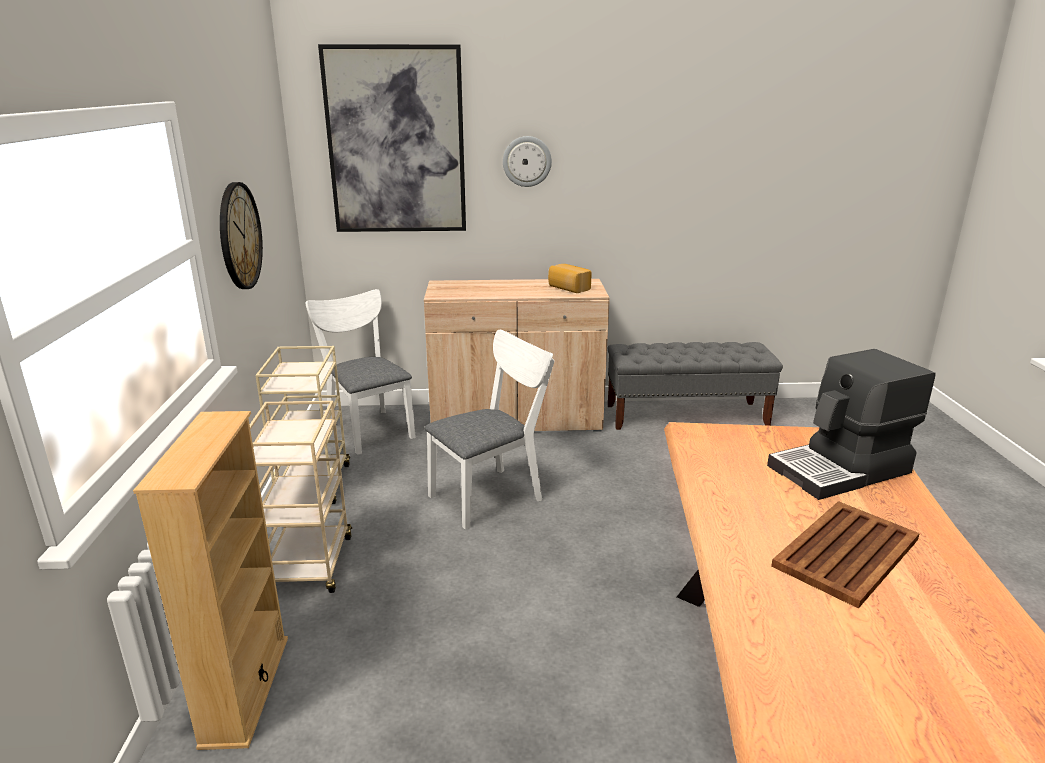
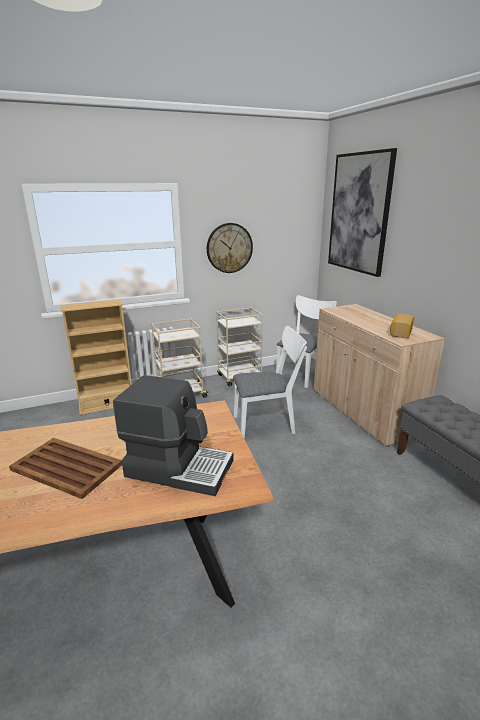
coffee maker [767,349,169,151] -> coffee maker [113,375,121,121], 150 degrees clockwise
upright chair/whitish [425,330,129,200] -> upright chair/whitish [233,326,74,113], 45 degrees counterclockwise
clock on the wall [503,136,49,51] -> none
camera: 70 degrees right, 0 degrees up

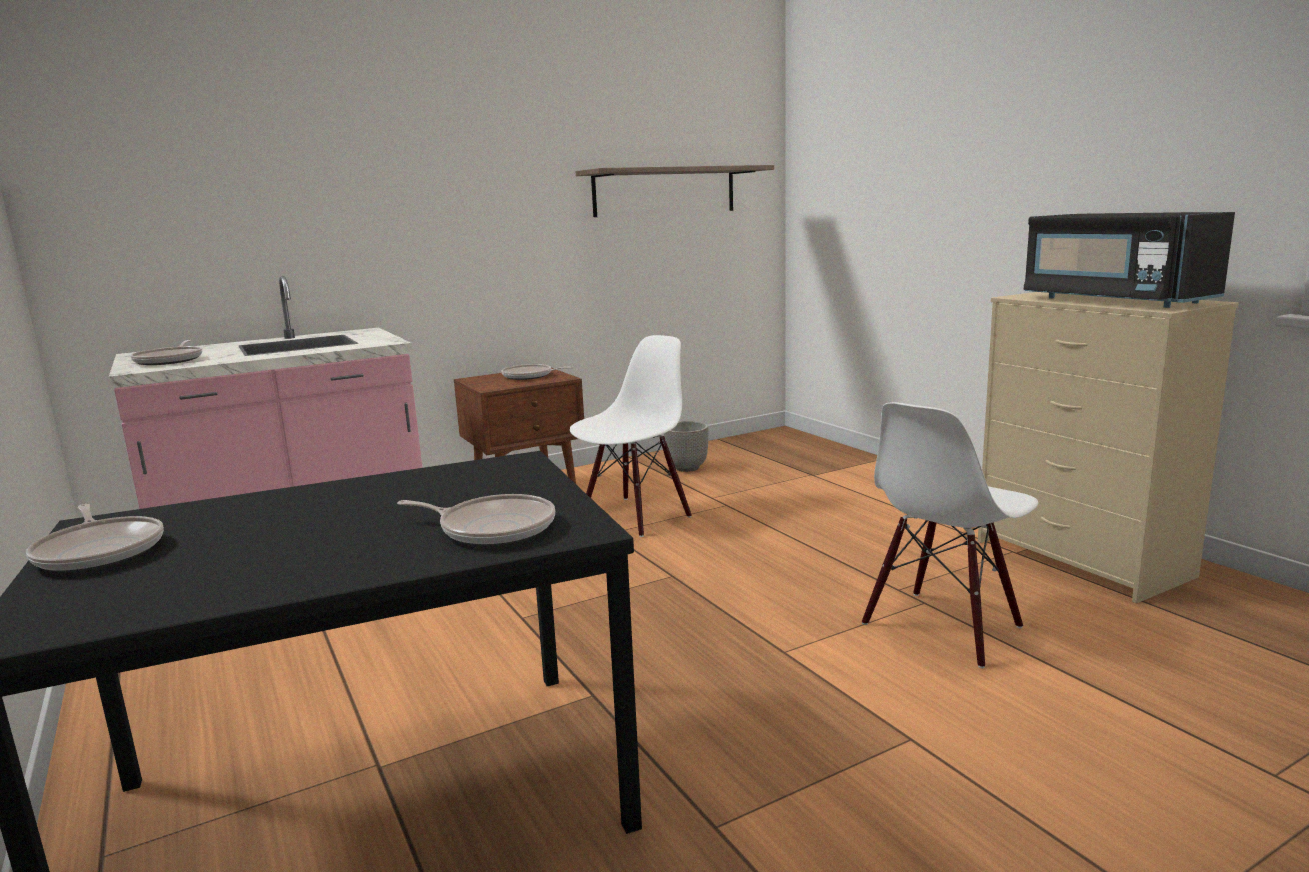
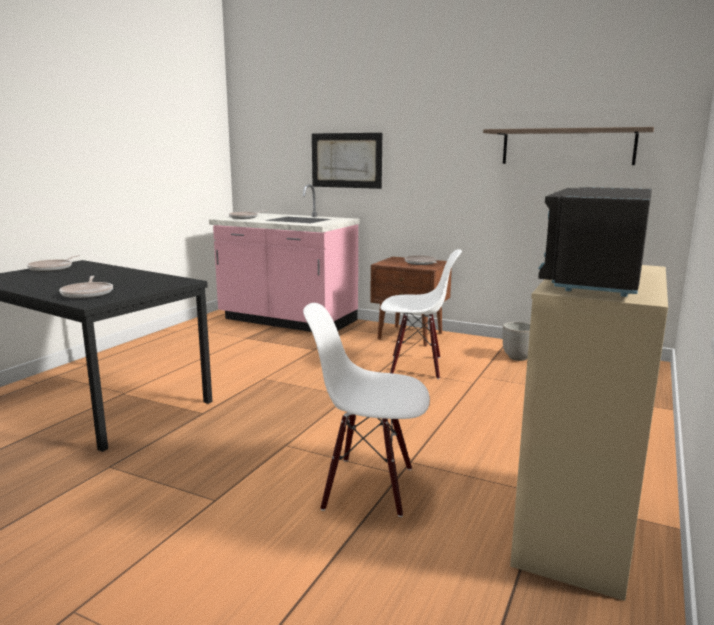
none -> wall art [312,133,70,56]
camera: 55 degrees right, 0 degrees up

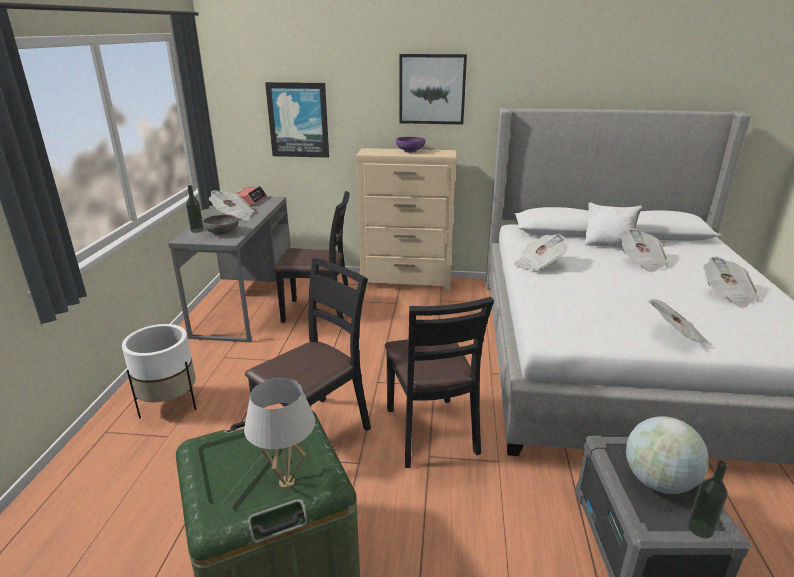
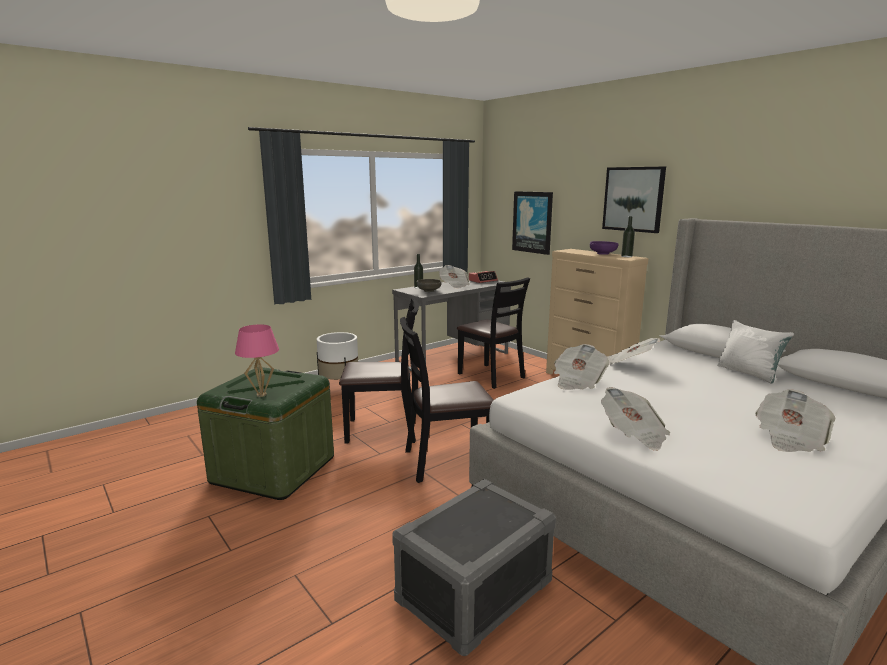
lamp for a table/whitish [244,378,71,111] -> lamp for a table/pink-coloured [235,324,44,73]
upright chair/black [385,297,109,171] -> upright chair/black [400,317,93,166], 45 degrees clockwise
printed paper [621,229,48,43] -> printed paper [554,344,55,46], relocated
drink bottle [688,460,40,78] -> drink bottle [621,216,14,41], relocated
globe [626,416,83,78] -> none
camera: 45 degrees right, 10 degrees down

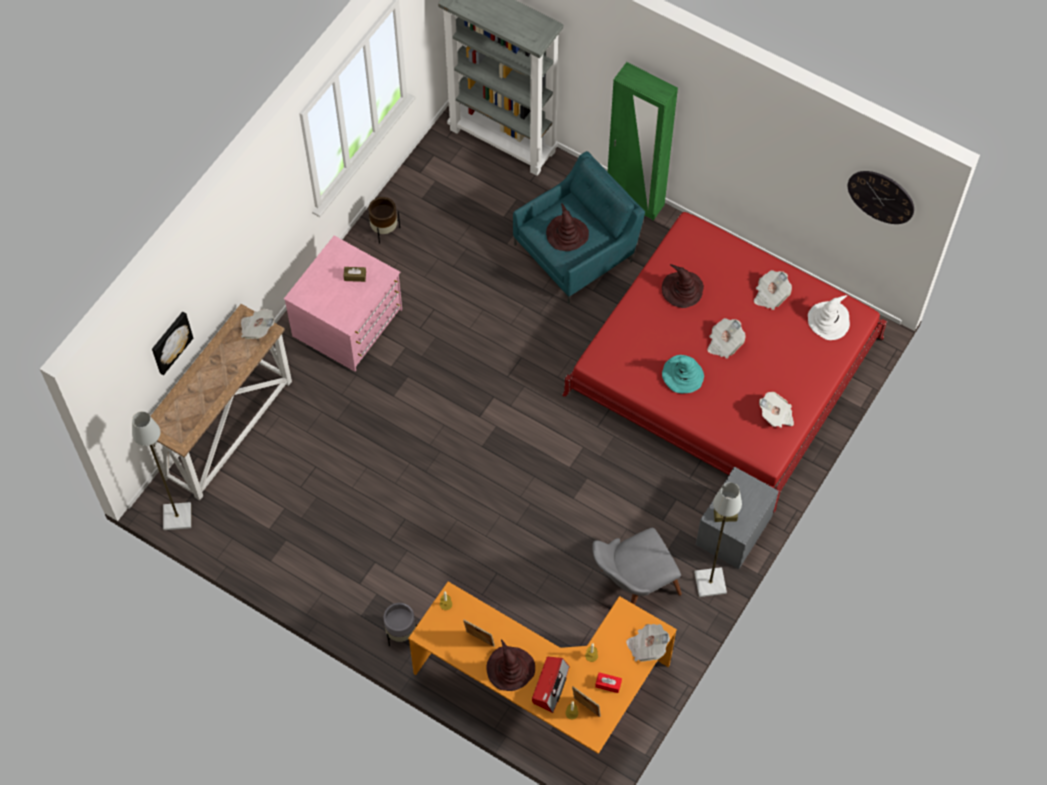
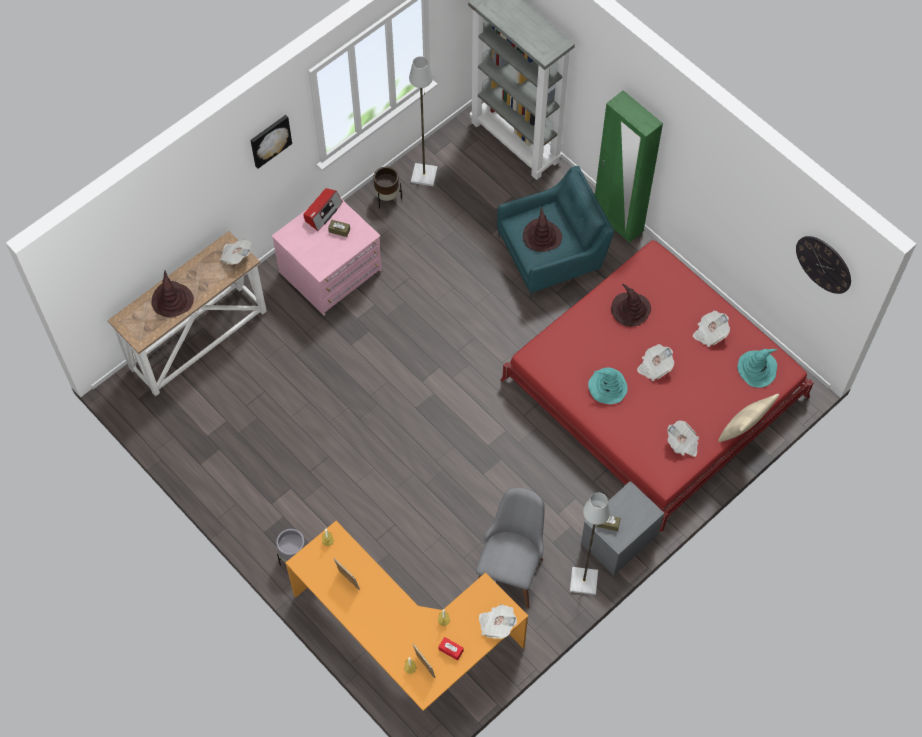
wearable hat/brown [486,640,49,51] -> wearable hat/brown [151,270,43,47], relocated
wall art [152,311,41,64] -> wall art [250,115,42,54], relocated
radio [532,657,38,56] -> radio [303,188,40,43], relocated
standard lamp/grey [132,411,59,119] -> standard lamp/grey [409,56,29,130], relocated
upright chair/grey [592,528,90,77] -> upright chair/grey [476,488,69,121], 120 degrees clockwise
none -> pillow/beige [718,394,61,48]
wearable hat/whitish [808,295,42,45] -> wearable hat/turquoise-coloured [737,349,40,39]
camera: 15 degrees right, 0 degrees up

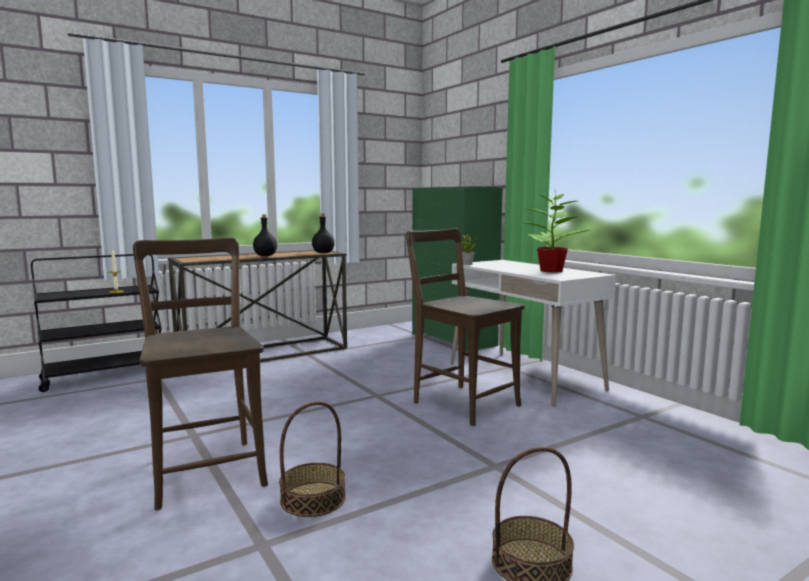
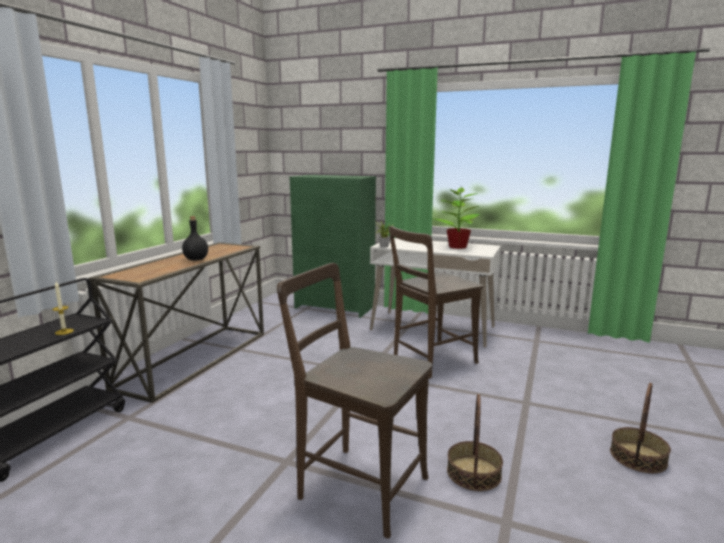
upright chair/brown [406,228,119,198] -> upright chair/brown [389,226,94,152], 45 degrees counterclockwise
drink bottle/black [312,214,23,39] -> none
camera: 35 degrees left, 5 degrees up

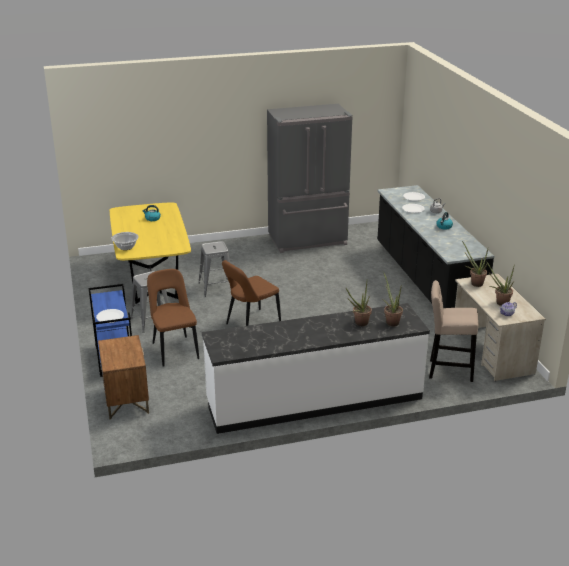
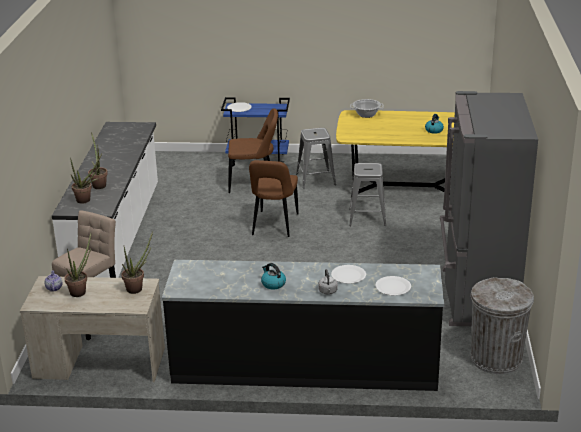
upright chair/brown [222,260,59,66] -> upright chair/brown [249,160,49,77], 150 degrees counterclockwise
none -> waste bin/grey [471,277,63,97]
nightstand/brown [98,335,51,85] -> none
camera: 110 degrees right, 0 degrees up

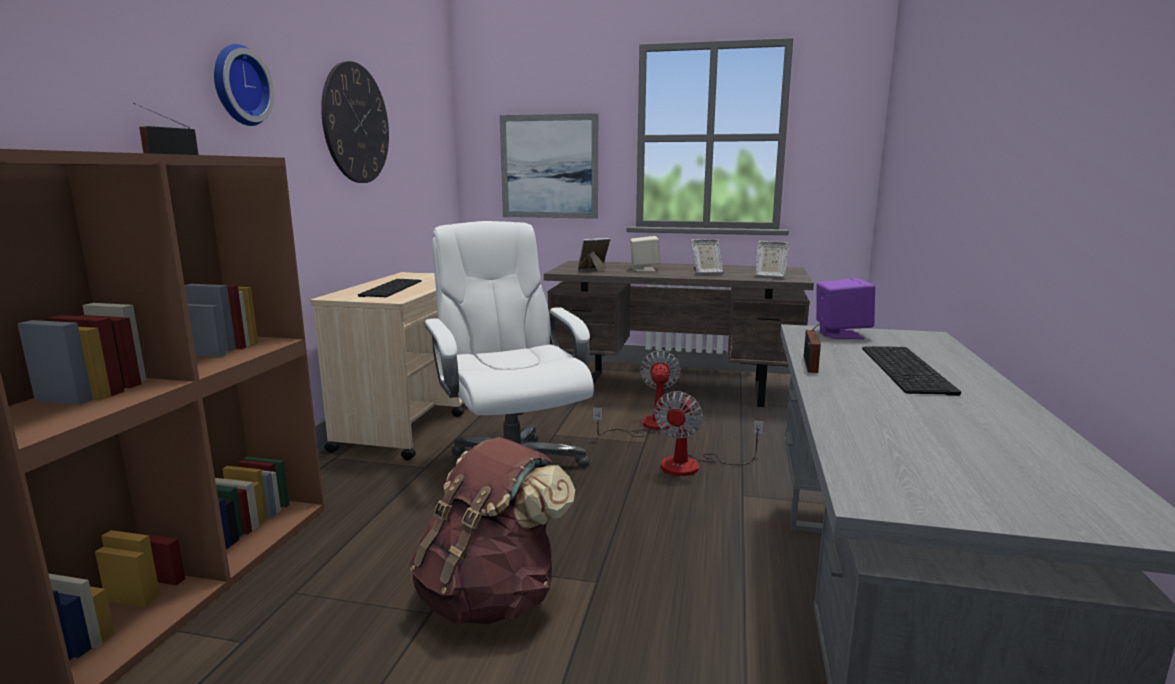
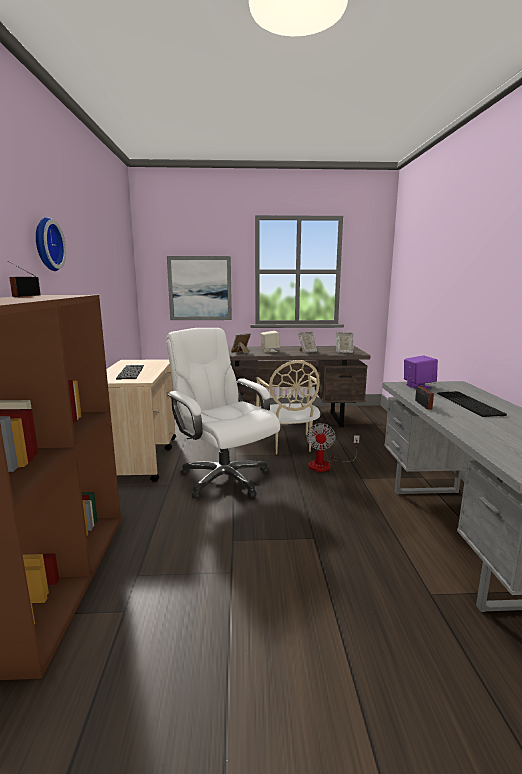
cooling fan [593,350,88,87] -> upright chair/beige [256,360,64,94]
clock on the wall [321,61,68,122] -> none
rucksack/brown [408,437,167,187] -> none
camera: 15 degrees left, 0 degrees up

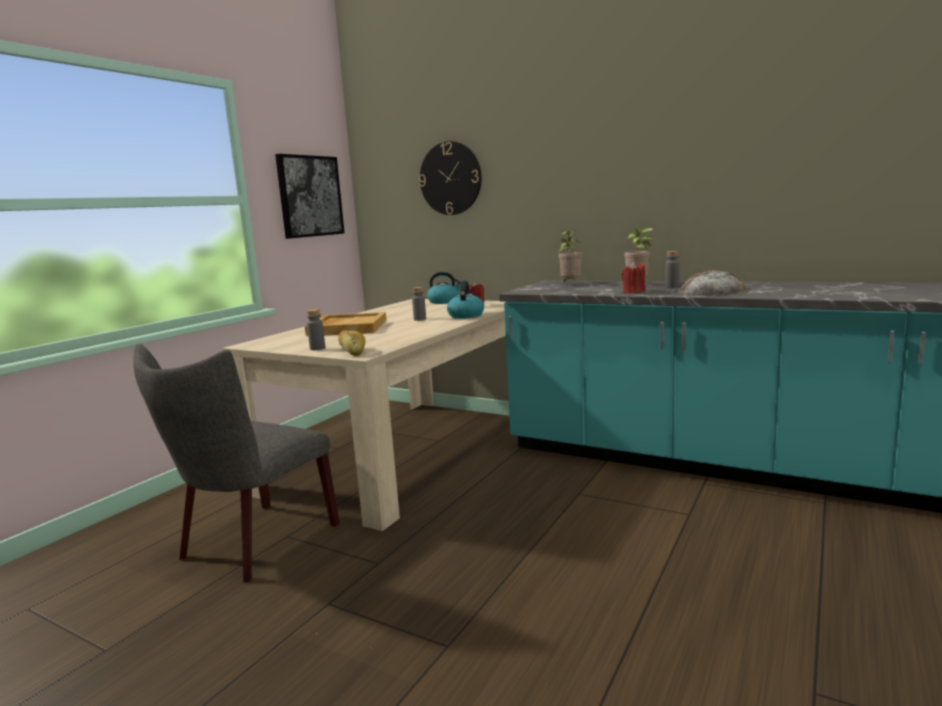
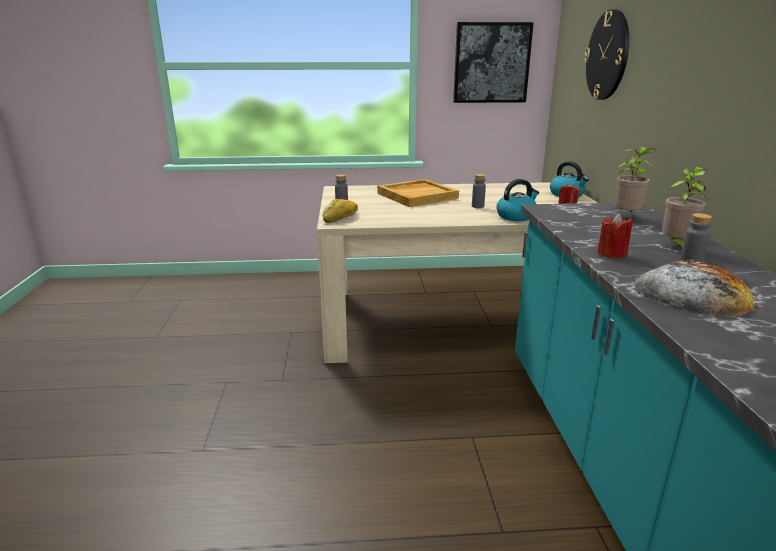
upright chair/grey [133,343,207,239] -> none
camera: 55 degrees right, 10 degrees up

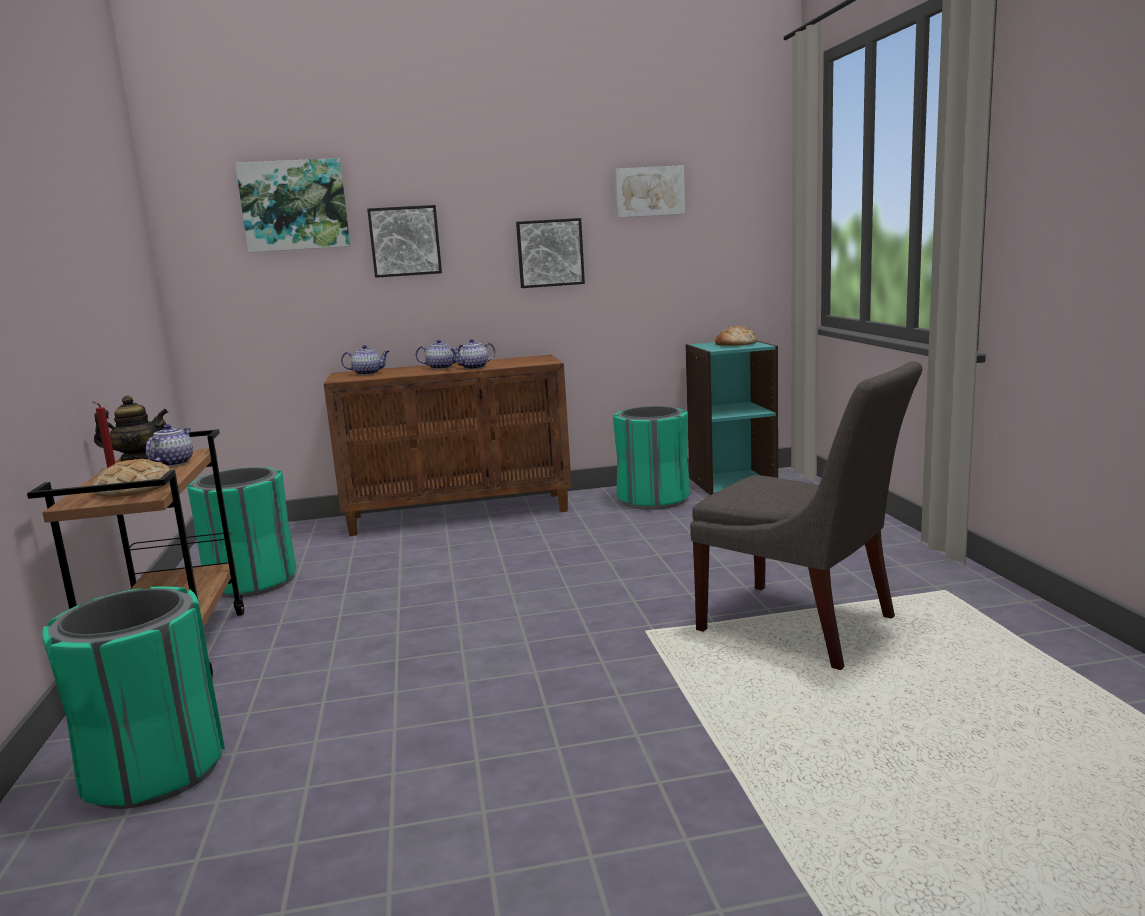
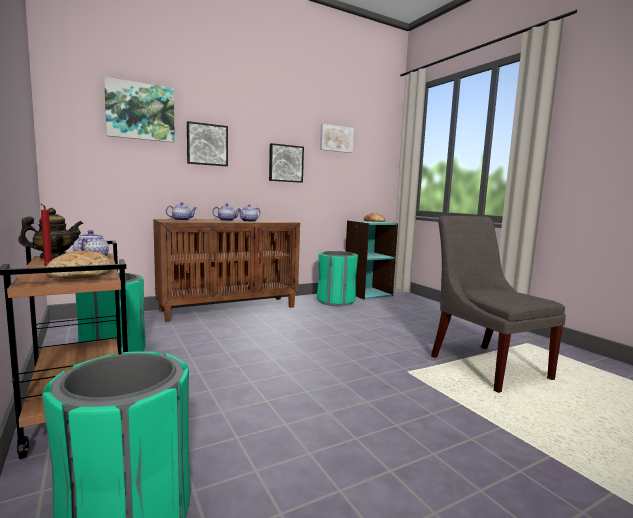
upright chair/grey [690,361,232,309] -> upright chair/grey [431,216,135,177], 135 degrees counterclockwise
camera: 20 degrees left, 5 degrees down

